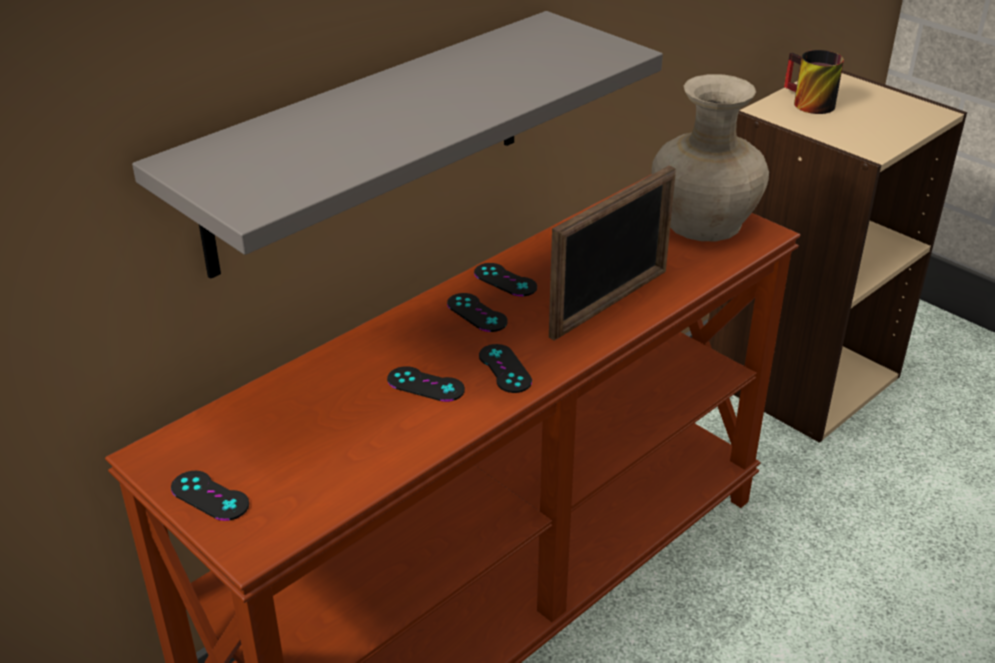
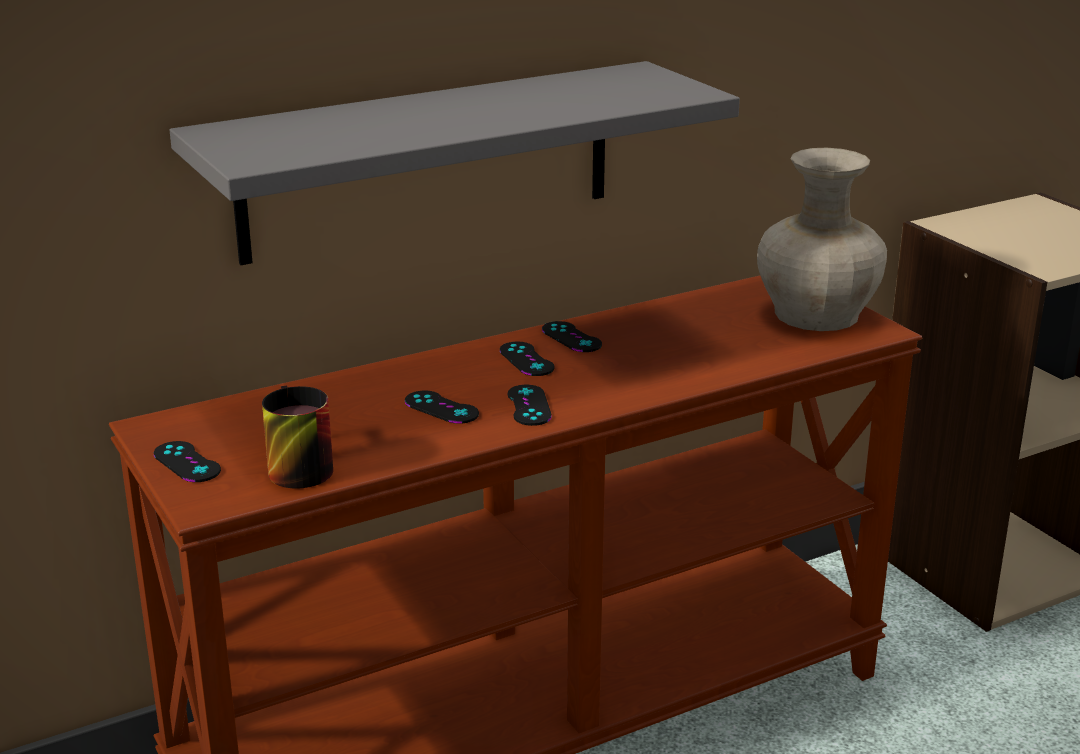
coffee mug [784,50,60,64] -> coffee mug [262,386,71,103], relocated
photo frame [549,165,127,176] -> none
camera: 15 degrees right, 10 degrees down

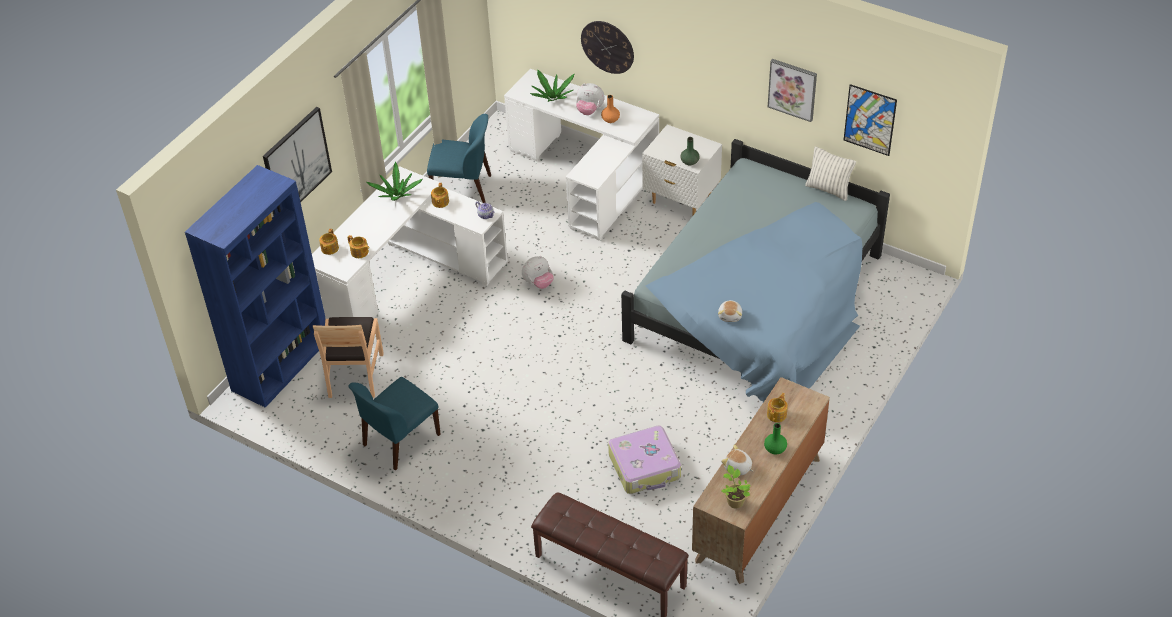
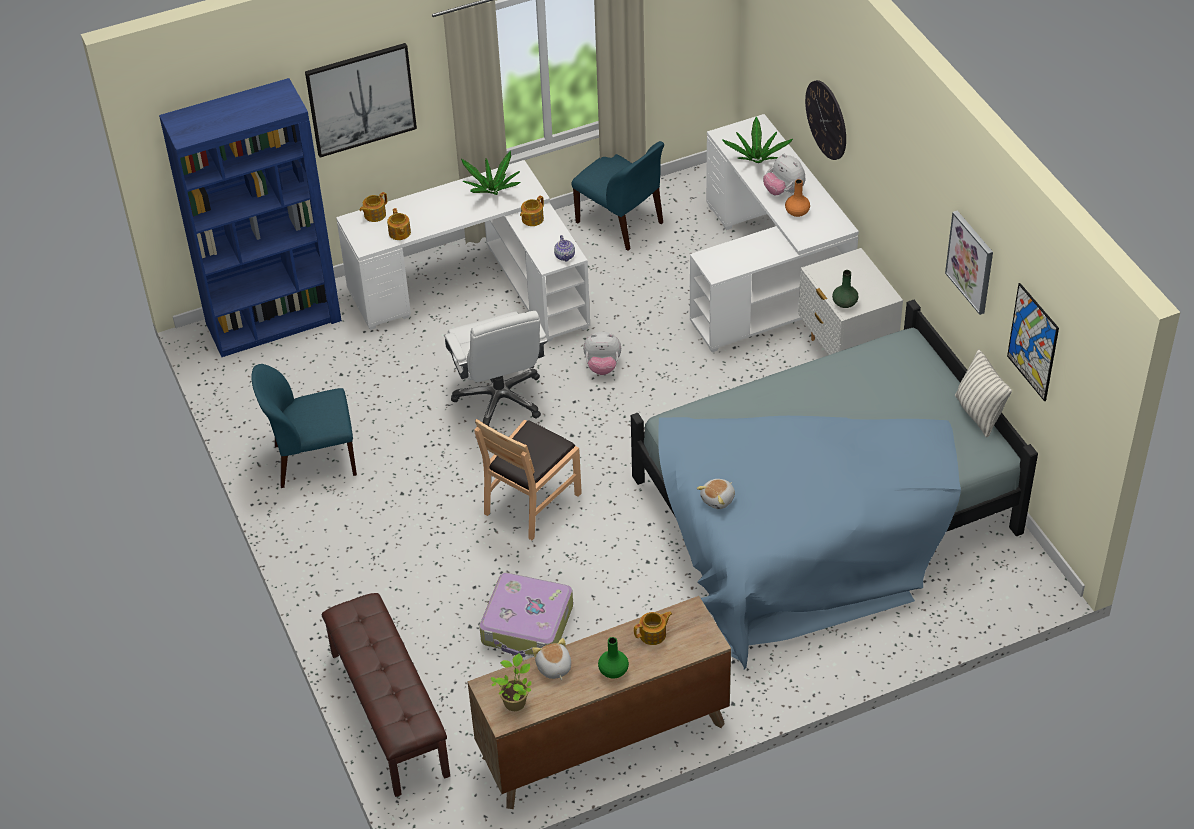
none -> desk chair/whitish [444,311,104,116]
upright chair/brown [313,317,71,81] -> upright chair/brown [474,419,108,121], relocated
camera: 35 degrees right, 0 degrees up

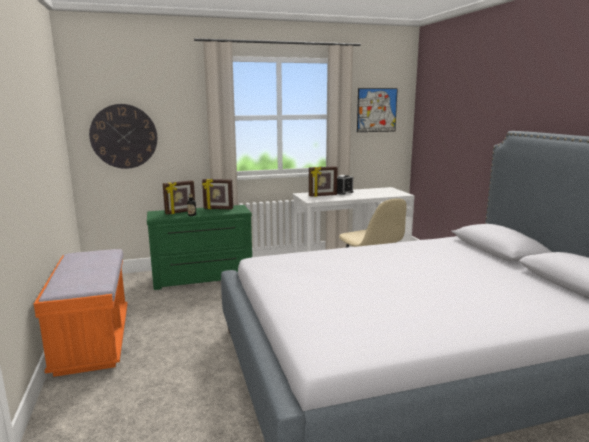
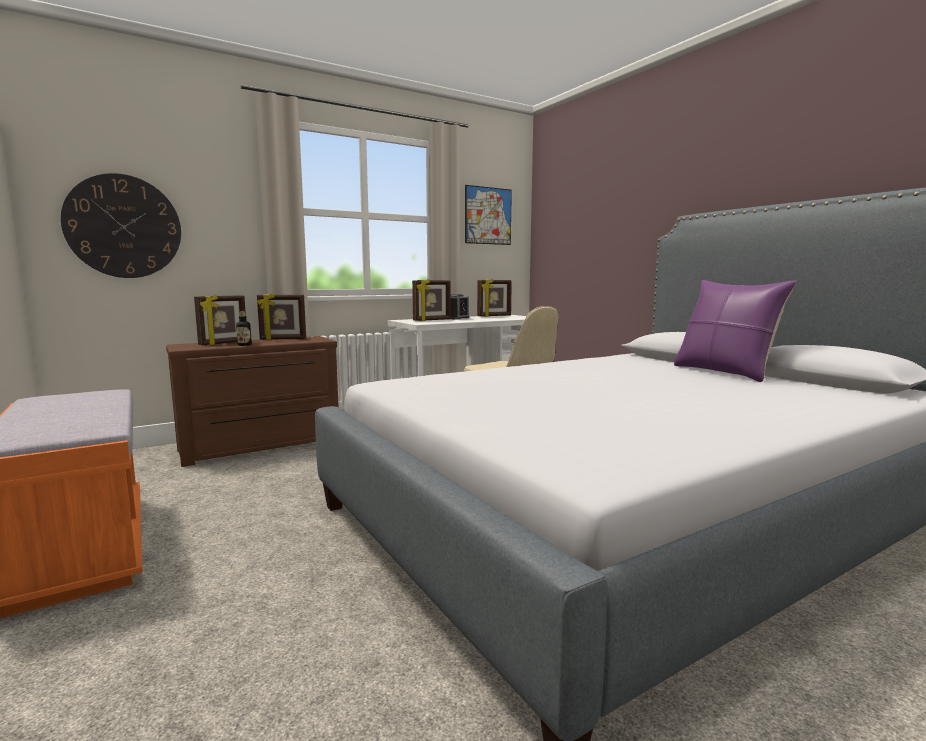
drawer chest/green [147,205,105,85] -> drawer chest/brown [166,336,173,131]
none -> photo frame [477,279,35,38]
none -> pillow/purple [674,280,122,102]
camera: 15 degrees left, 5 degrees down

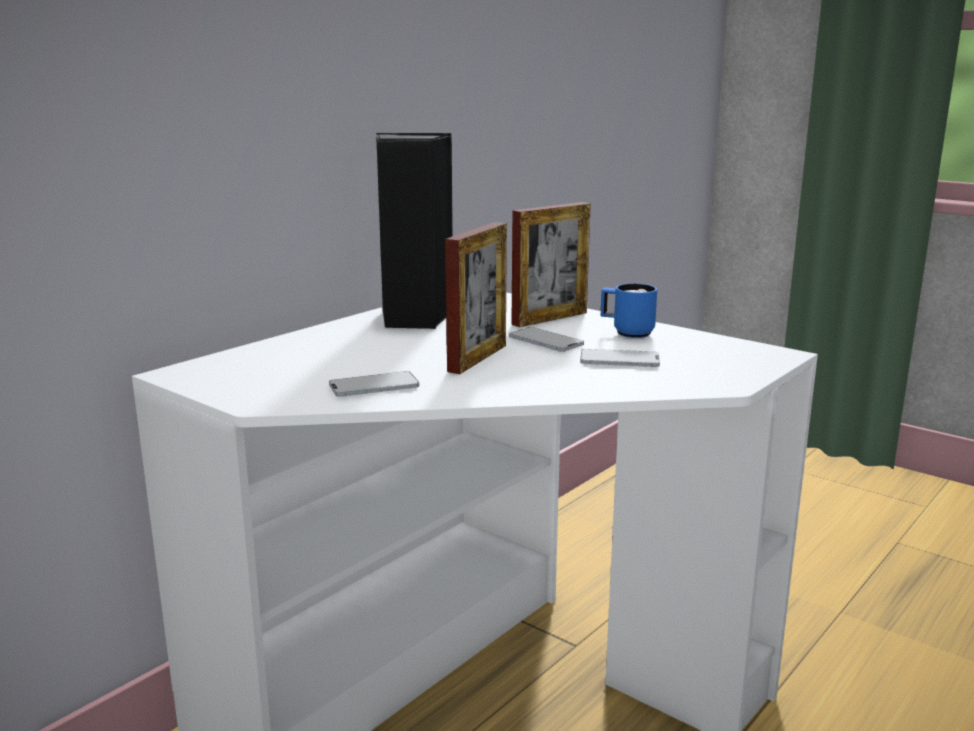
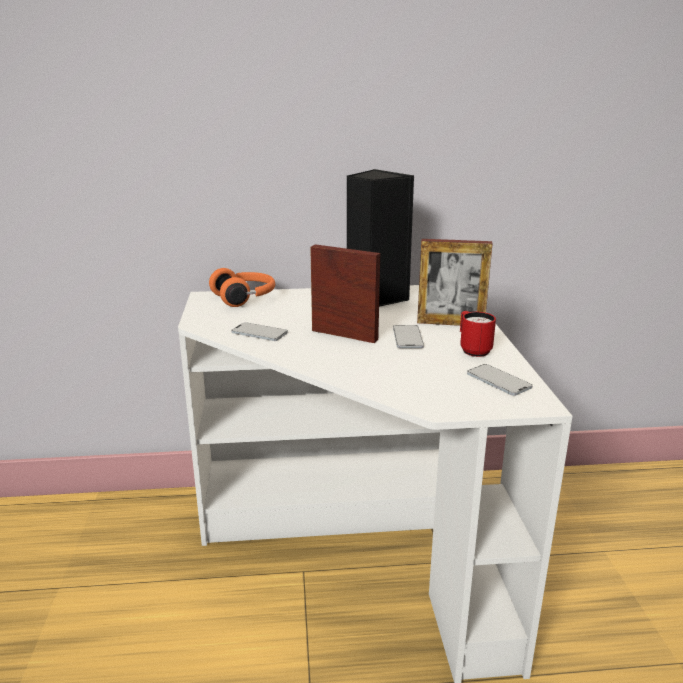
none -> headset/orange [209,268,66,39]
photo frame [445,222,62,152] -> photo frame [310,244,70,99], 135 degrees counterclockwise
coffee mug/bluish [601,283,56,55] -> coffee mug/red [460,311,36,46]
handset [580,349,80,18] -> handset [467,364,65,32], relocated
camera: 45 degrees right, 5 degrees up

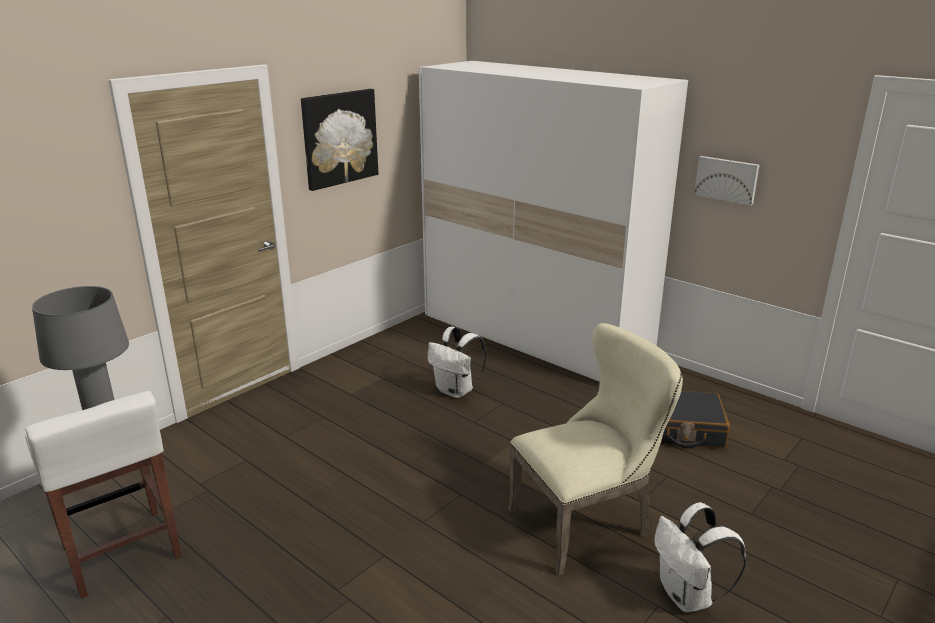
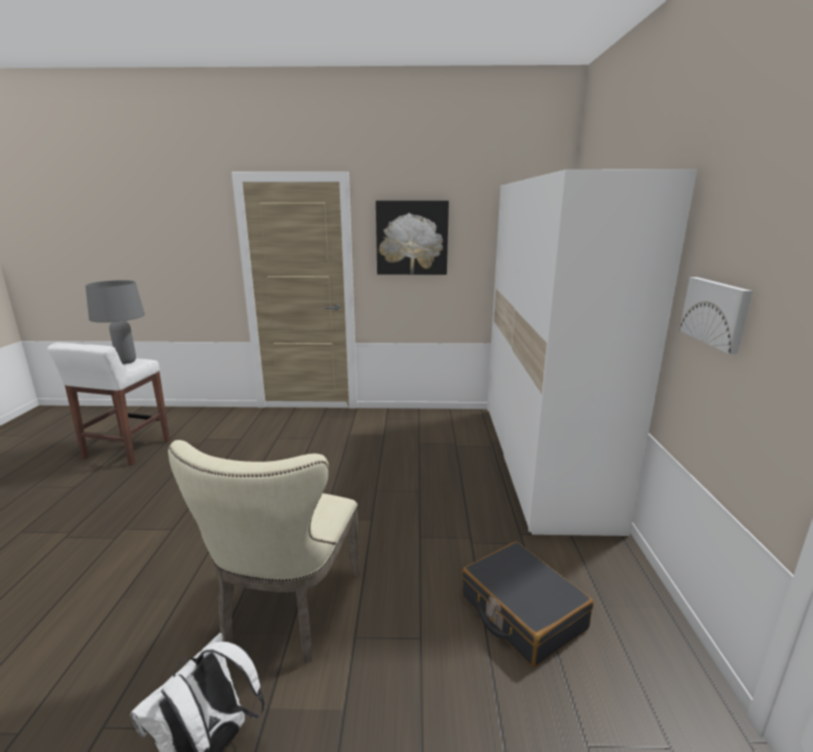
upright chair/beige [508,323,175,253] -> upright chair/beige [168,440,192,224], 75 degrees clockwise
rucksack/whitish [428,327,58,71] -> none
camera: 50 degrees right, 5 degrees down

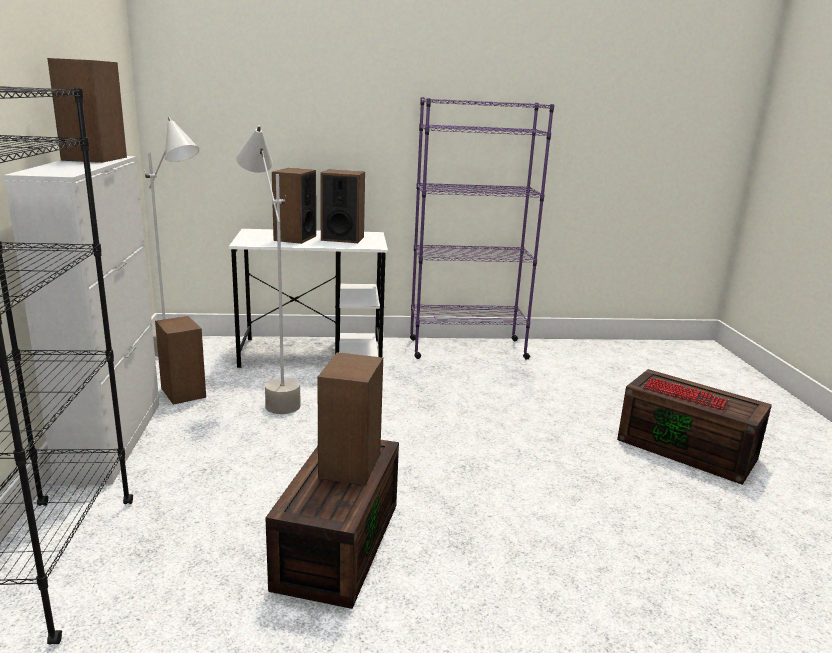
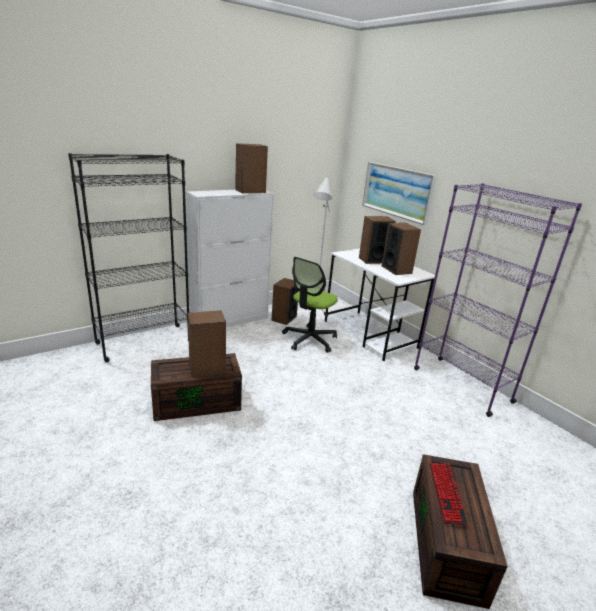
standard lamp/grey [236,125,65,289] -> desk chair [282,257,56,96]
none -> wall art [362,162,74,63]
camera: 60 degrees right, 5 degrees up

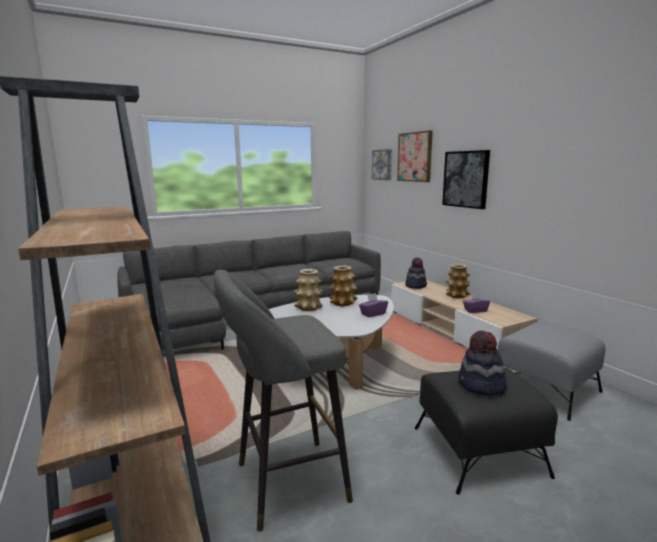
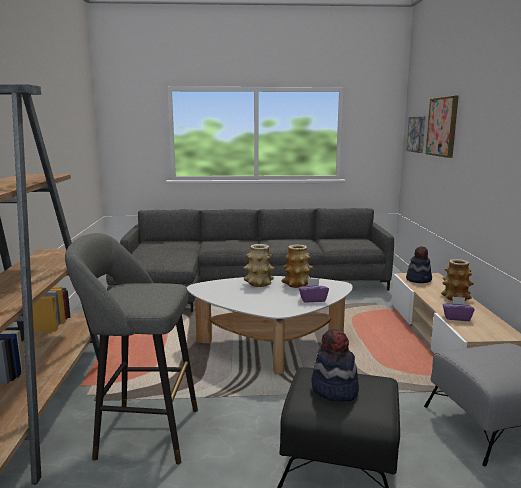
wall art [442,150,48,59] -> none
camera: 25 degrees right, 0 degrees up

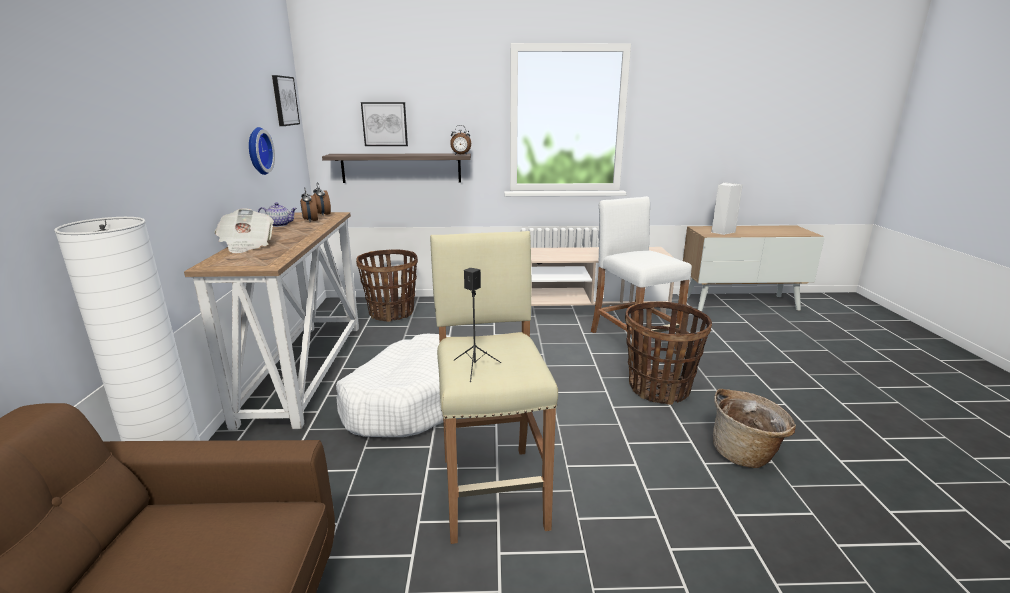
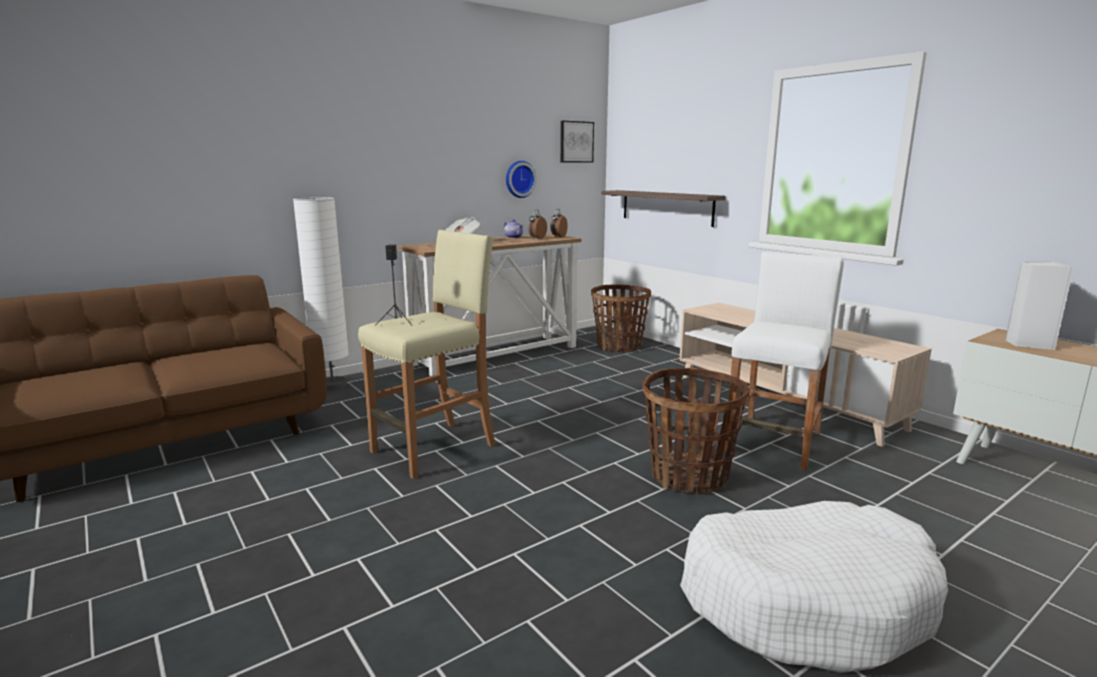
dog bed/whitish [336,334,115,103] -> dog bed/whitish [680,501,268,172], relocated
wall art [361,102,47,44] -> none
alarm clock [450,125,21,30] -> none
basket [713,389,83,79] -> none
camera: 55 degrees right, 5 degrees down

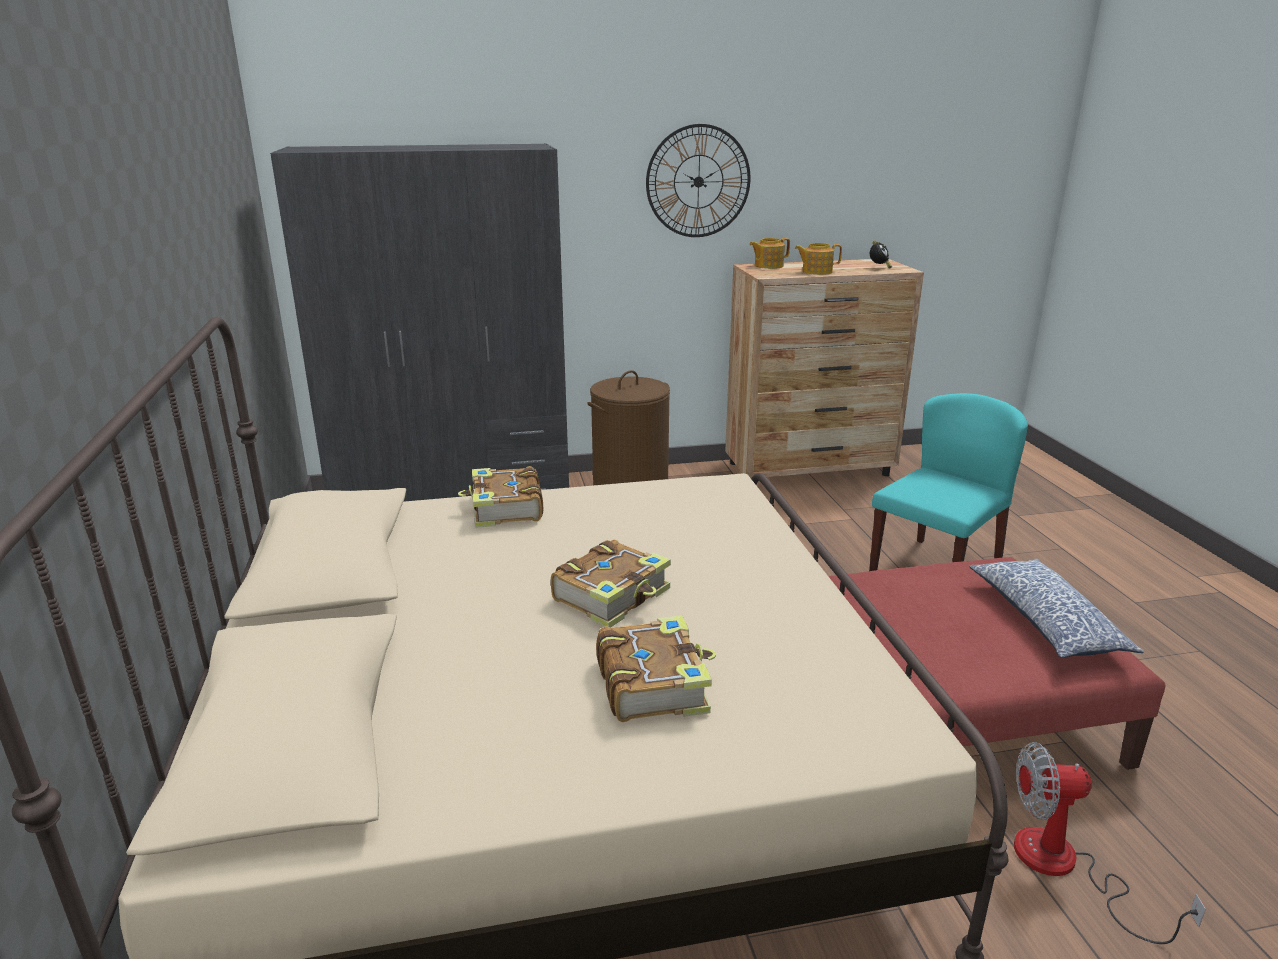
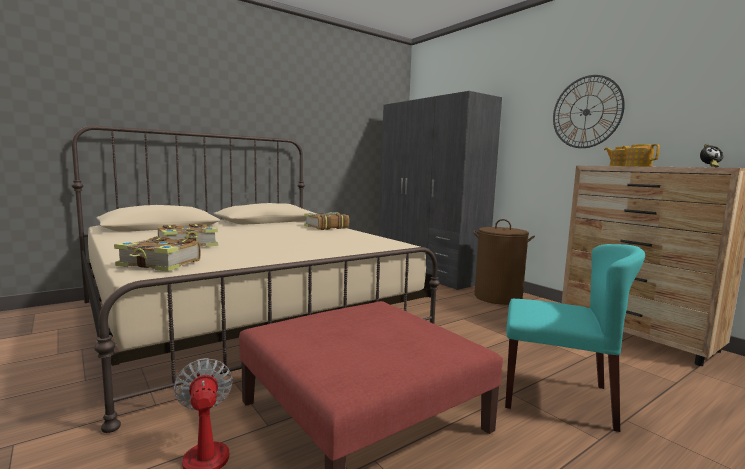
book [551,539,120,89] -> book [114,236,87,36], relocated
pillow [969,558,175,100] -> none
camera: 65 degrees right, 15 degrees down

